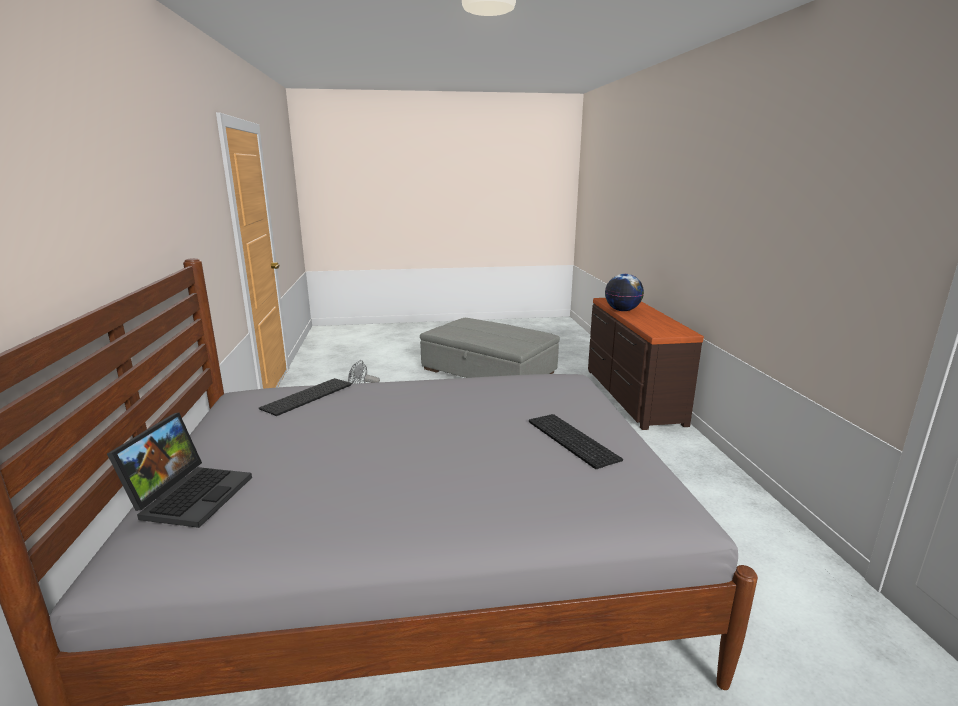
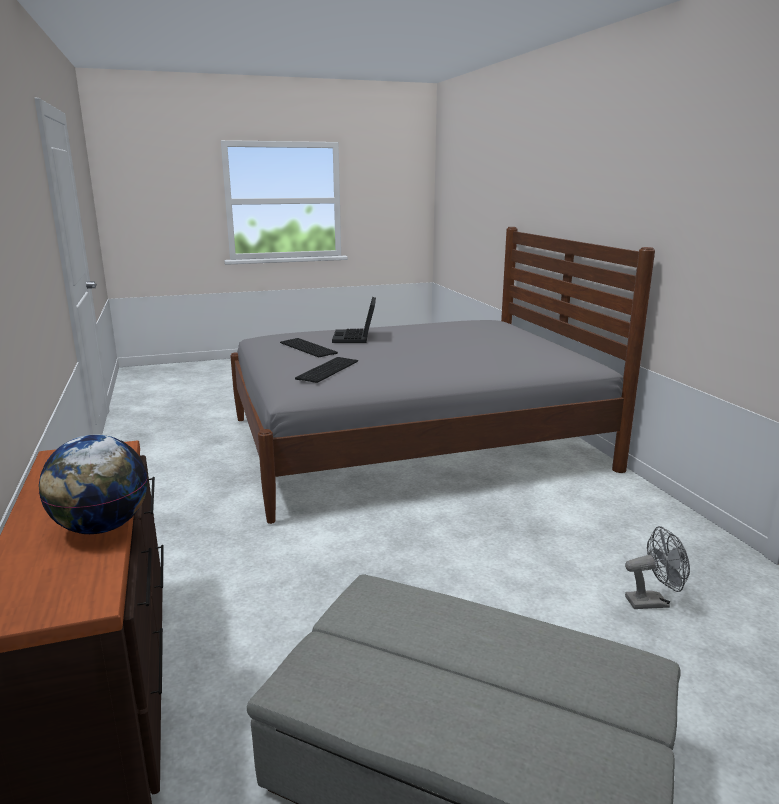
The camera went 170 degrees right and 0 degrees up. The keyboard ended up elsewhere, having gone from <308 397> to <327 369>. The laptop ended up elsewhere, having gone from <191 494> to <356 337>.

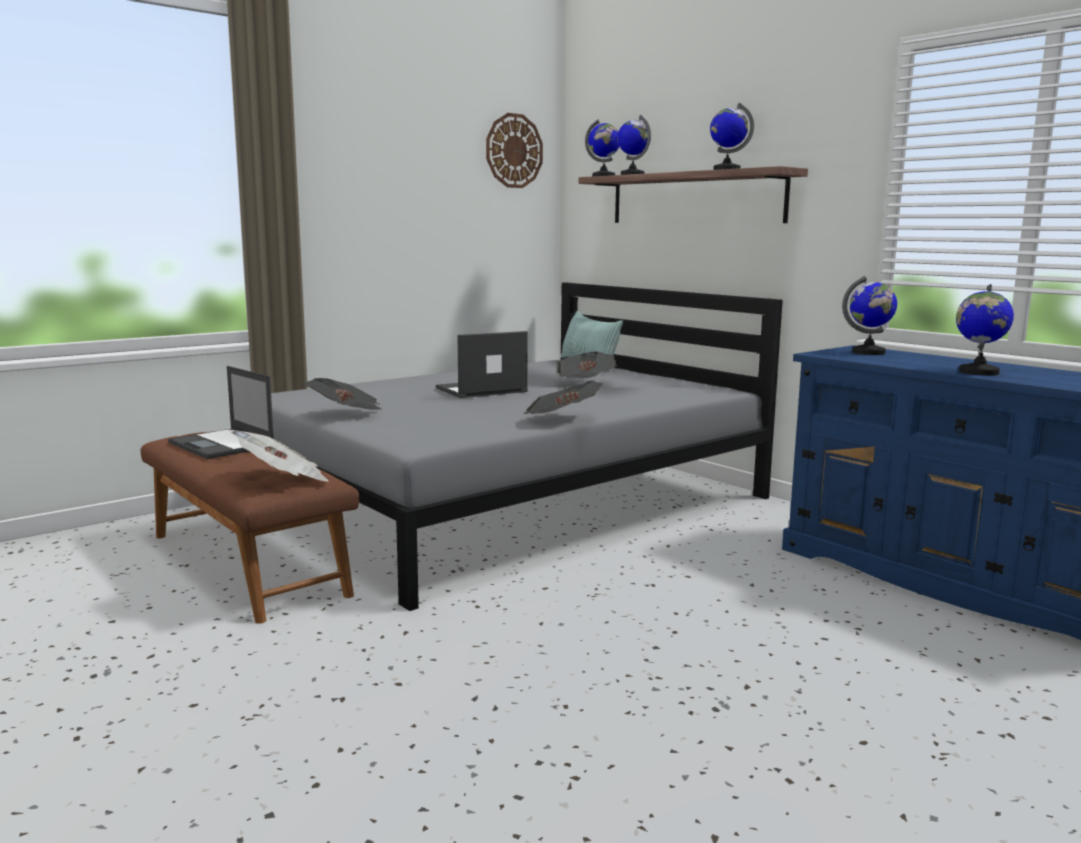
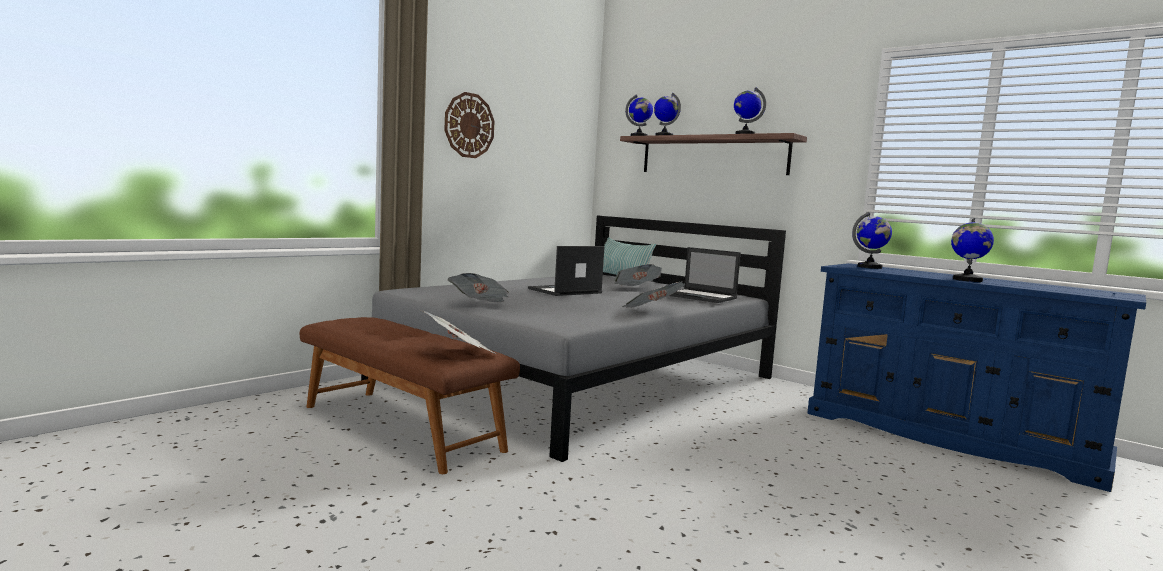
The camera went 10 degrees left and 5 degrees down. The wall clock ended up elsewhere, having gone from <514 151> to <469 125>. The laptop ended up elsewhere, having gone from <222 445> to <701 297>.

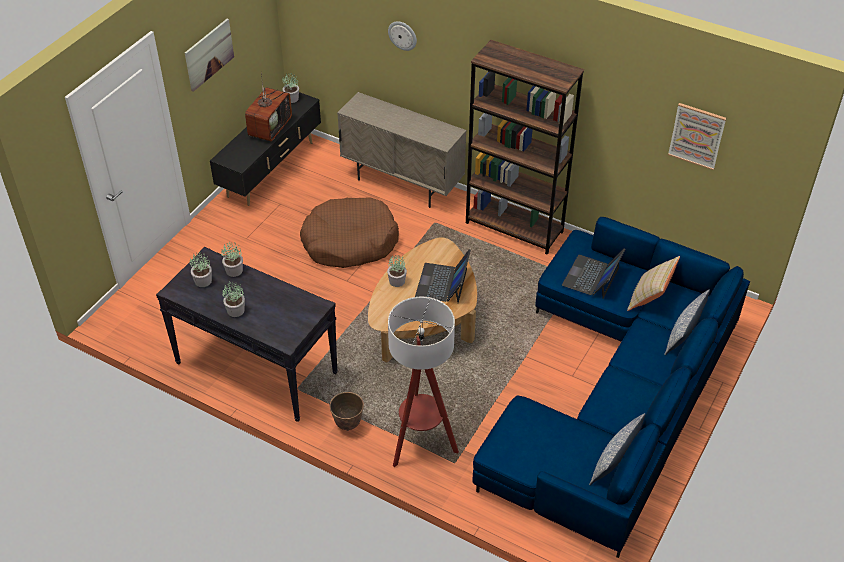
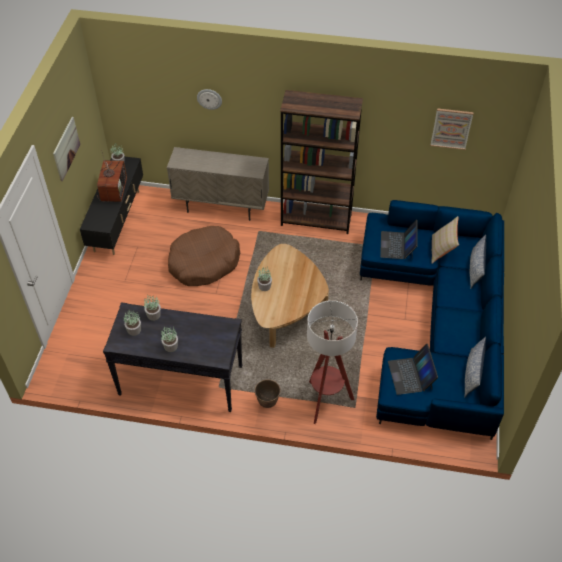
The camera went 20 degrees left and 5 degrees up. The laptop ended up elsewhere, having gone from <442 283> to <410 375>.

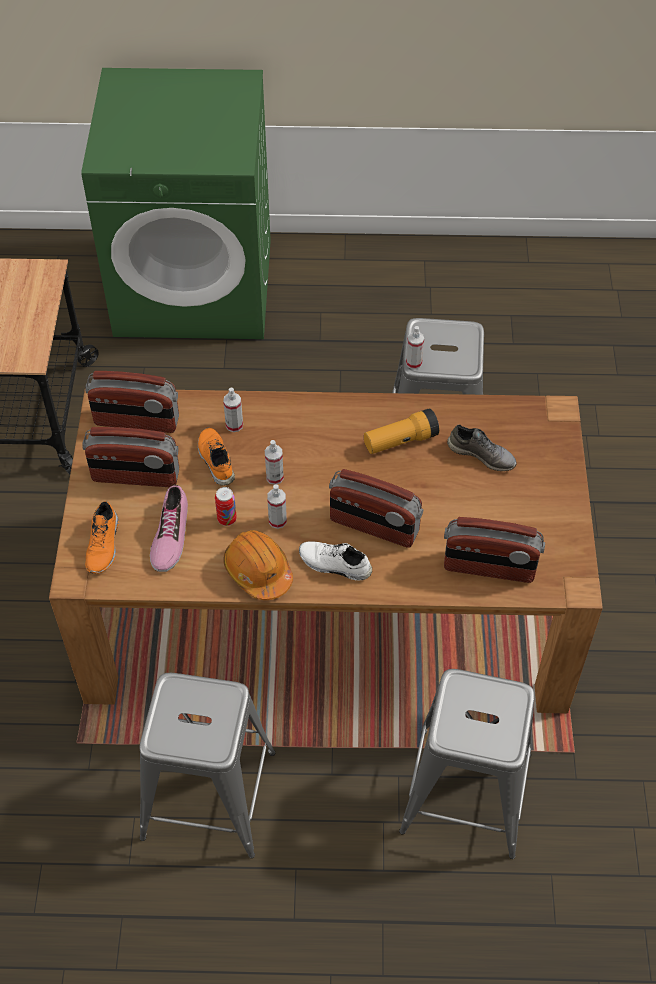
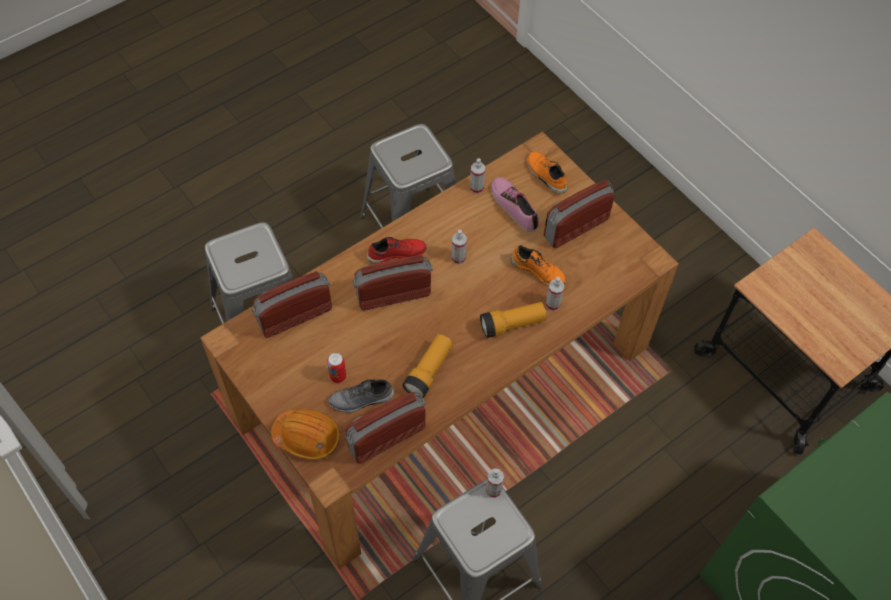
The camera went 140 degrees right and 5 degrees up. The orange hard hat ended up elsewhere, having gone from <258 571> to <307 437>. The can ended up elsewhere, having gone from <227 519> to <338 376>. The radio ended up elsewhere, having gone from <136 421> to <386 437>. What was the white shoe at <334 565> turned into the red shoe at <396 253>. The spray bottle ended up elsewhere, having gone from <274 477> to <476 188>. The second view gained the flashlight at <512 324>.

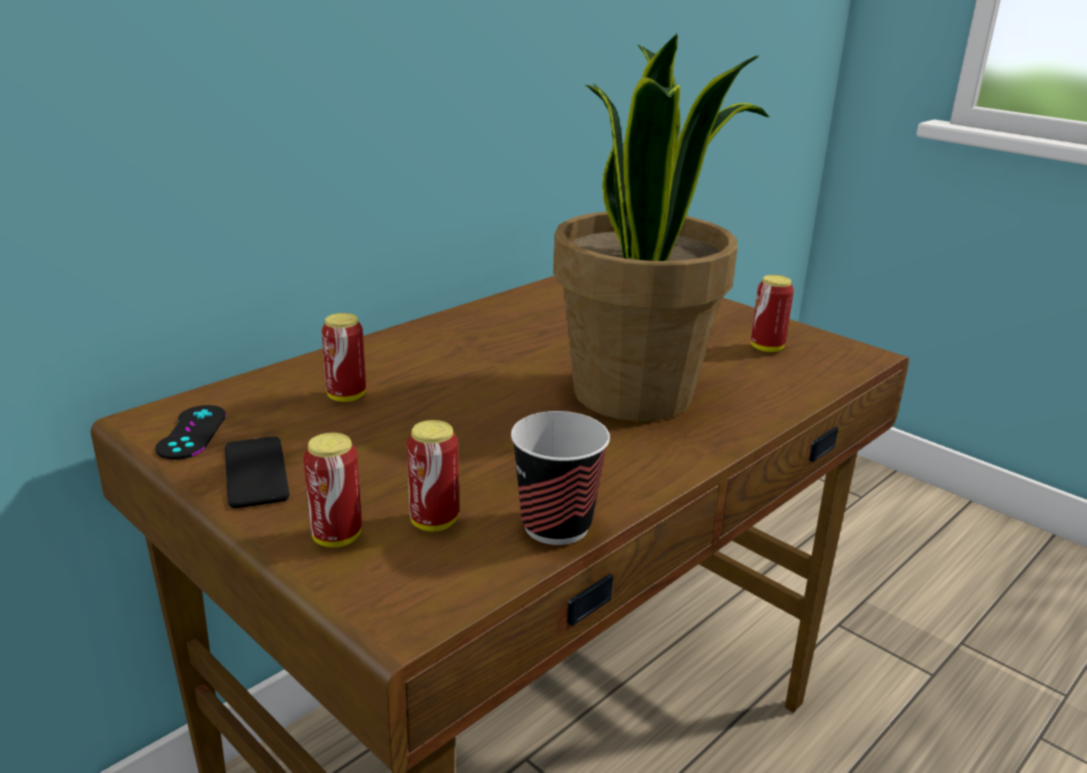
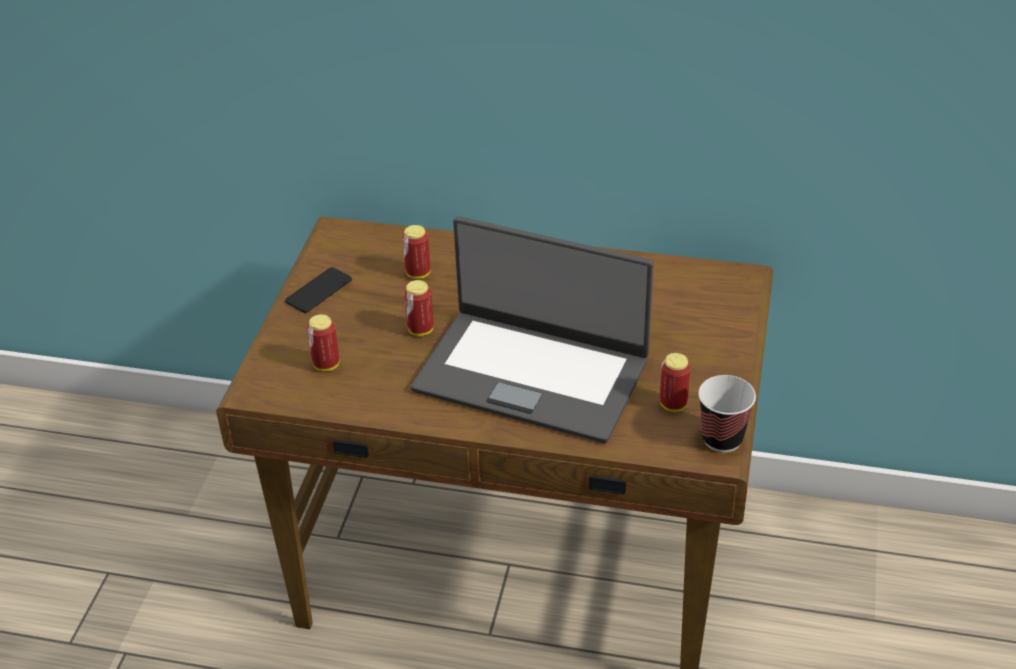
The camera went 60 degrees right and 15 degrees up. The can ended up elsewhere, having gone from <337 537> to <420 330>. Where the potted plant stood at <636 394>, the laptop came to stand at <532 374>. The cup ended up elsewhere, having gone from <556 526> to <722 439>. The second view lost the black game controller at <192 432>.

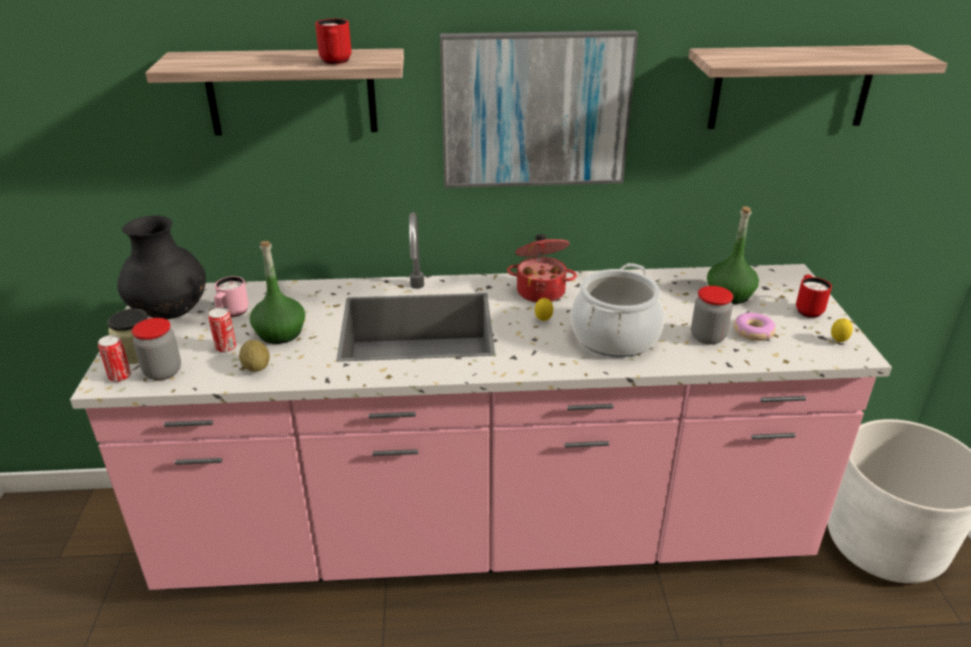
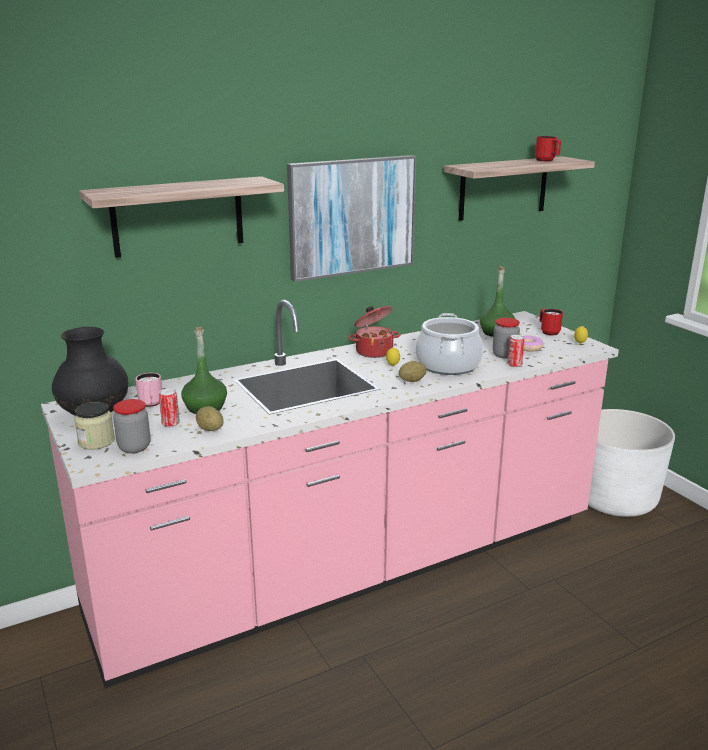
The camera went 25 degrees left and 10 degrees down. The second view gained the potato at <412 381>. The can ended up elsewhere, having gone from <120 377> to <514 365>. The red mug ended up elsewhere, having gone from <336 62> to <547 161>.

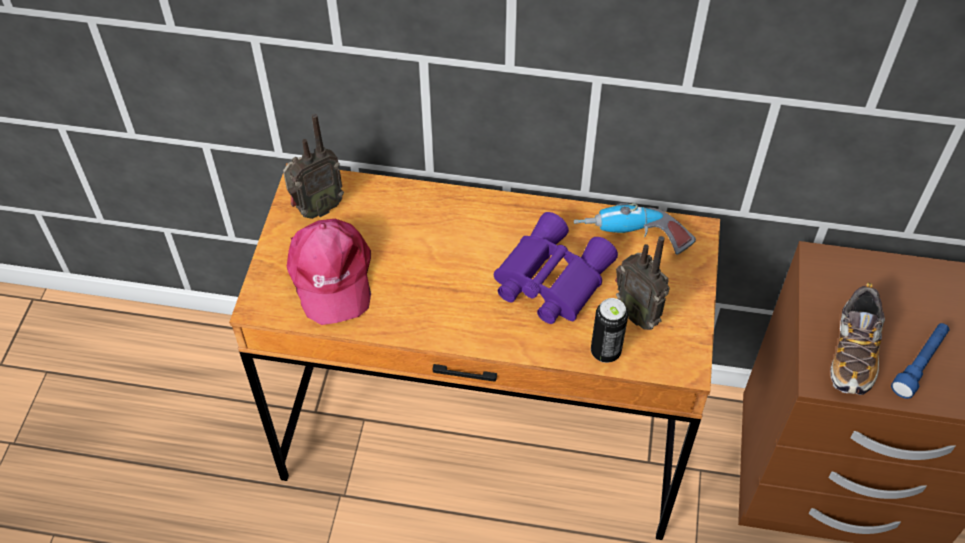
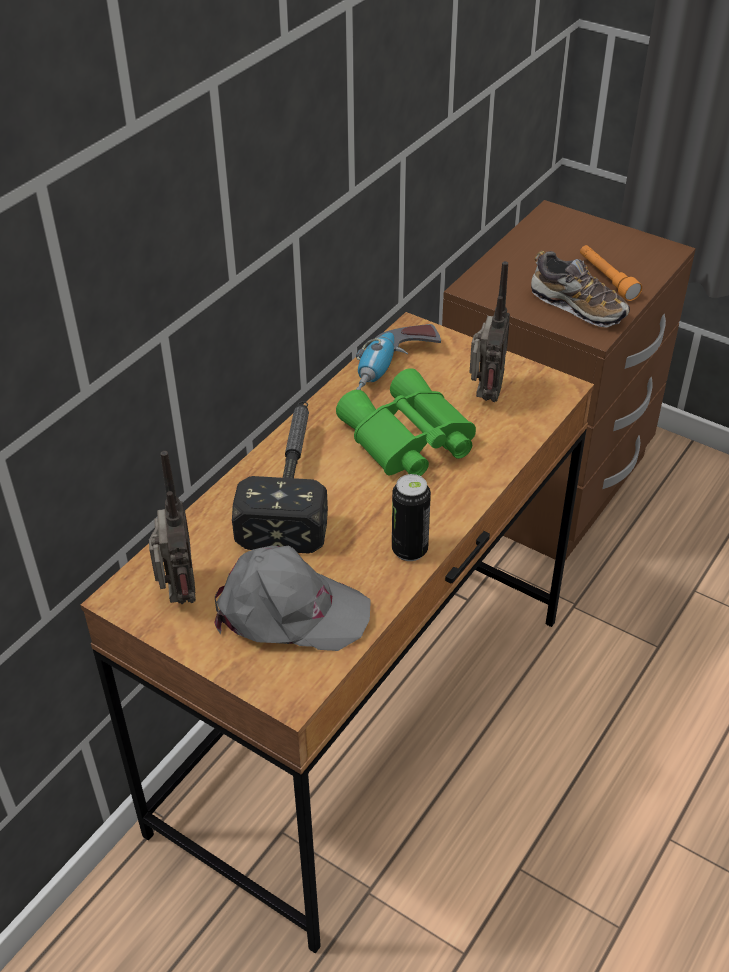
The camera went 65 degrees left and 10 degrees down. What was the pink cap at <330 275> turned into the grey cap at <289 611>. The second view gained the hammer at <292 483>. What was the purple binoculars at <549 279> turned into the green binoculars at <406 440>. The can ended up elsewhere, having gone from <605 352> to <409 550>. The radio at <638 313> ended up facing another way, 60 degrees counterclockwise from before. What was the blue flashlight at <919 364> turned into the orange flashlight at <606 279>.

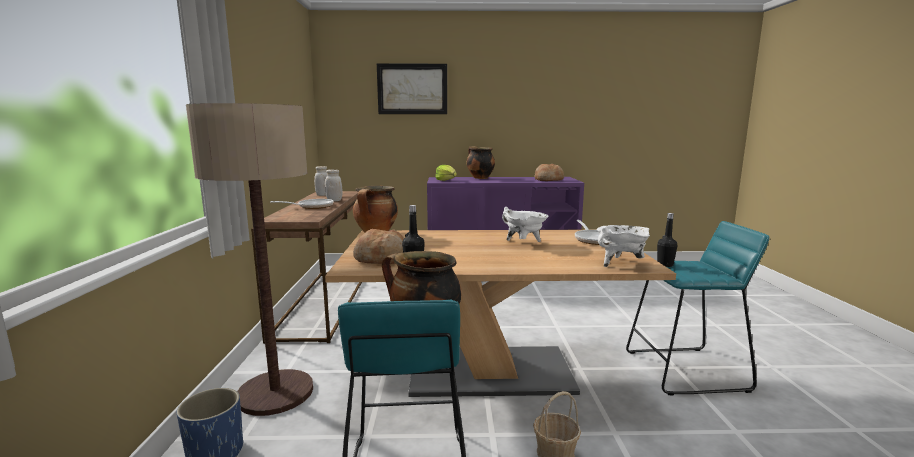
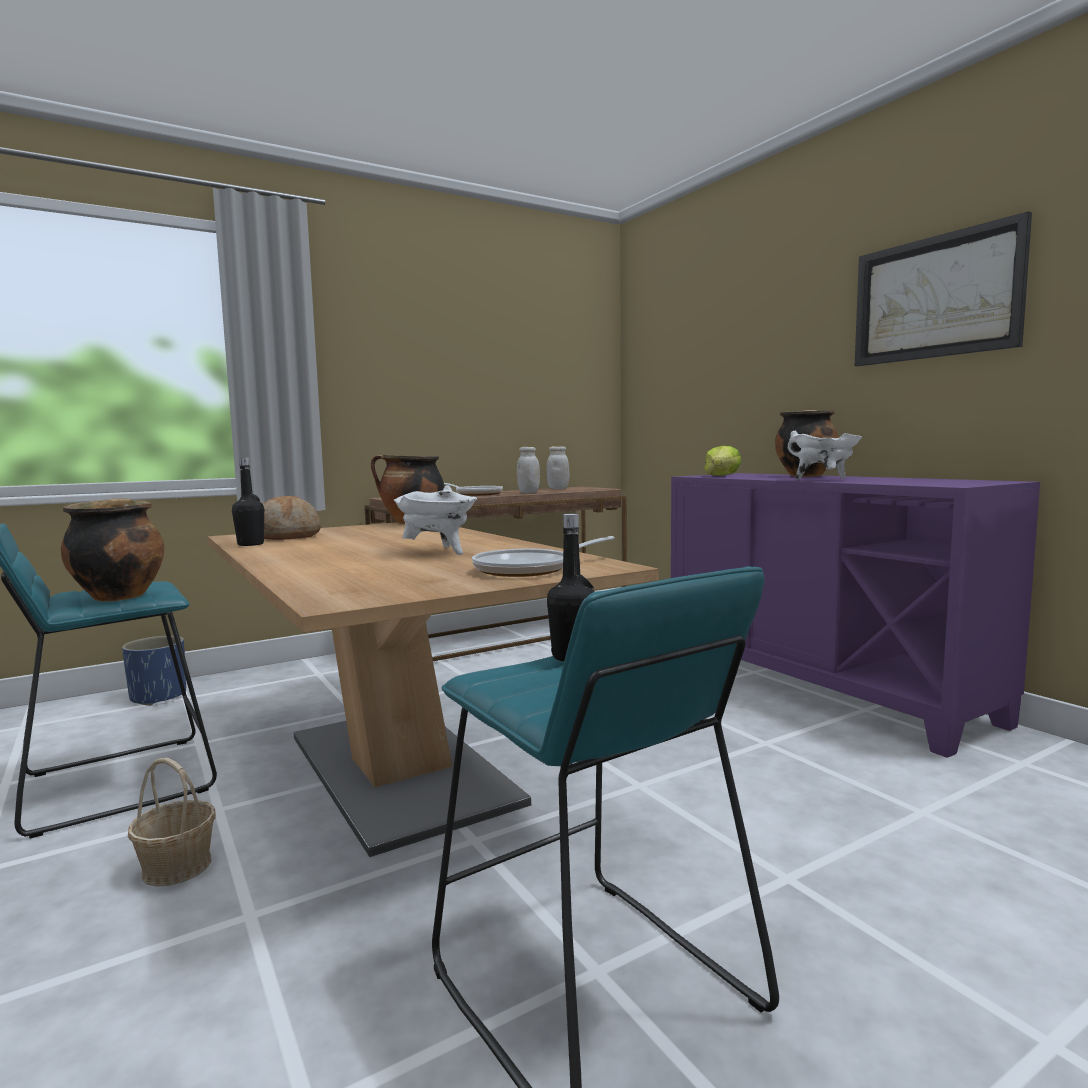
The camera went 60 degrees right and 5 degrees down. The white cooking pot ended up elsewhere, having gone from <620 263> to <824 479>. The picture ended up elsewhere, having gone from <412 89> to <935 298>. The second view lost the floor lamp at <275 393>. The second view lost the bread at <548 180>.

